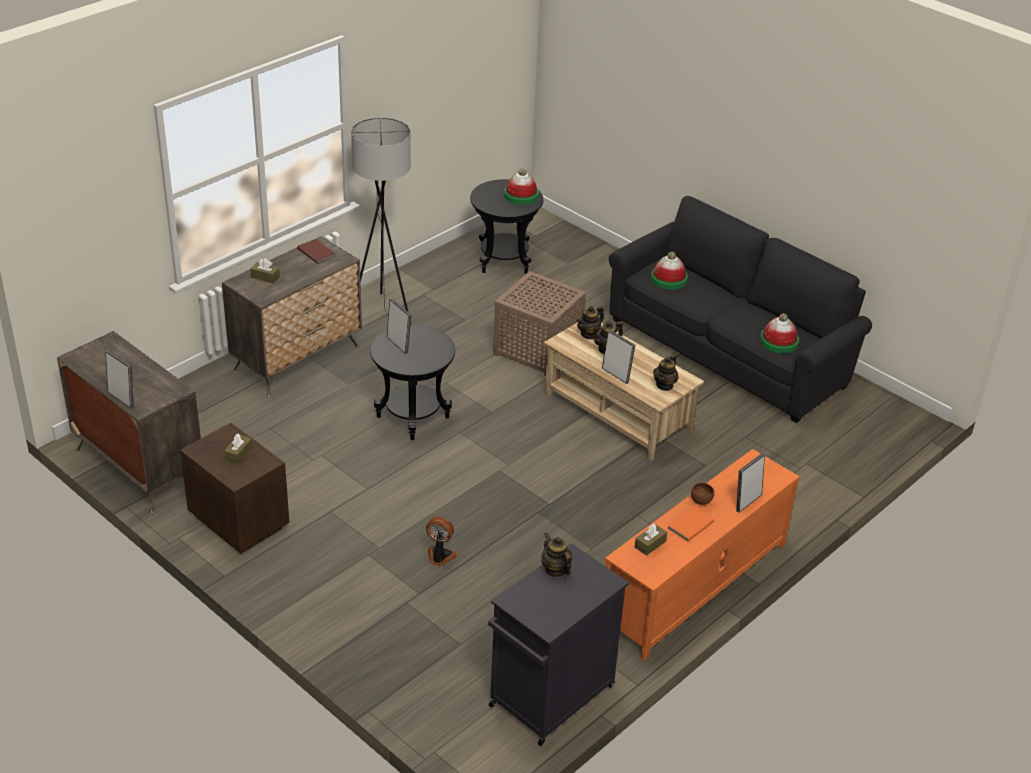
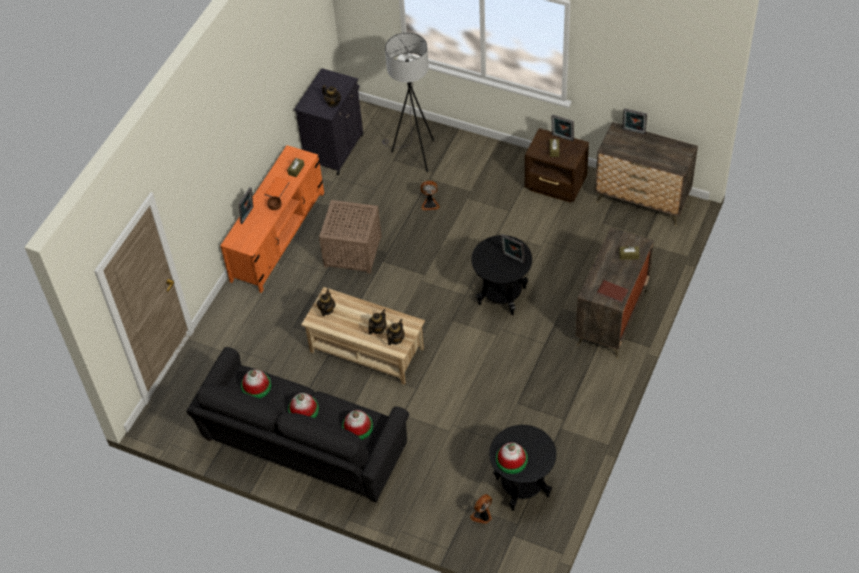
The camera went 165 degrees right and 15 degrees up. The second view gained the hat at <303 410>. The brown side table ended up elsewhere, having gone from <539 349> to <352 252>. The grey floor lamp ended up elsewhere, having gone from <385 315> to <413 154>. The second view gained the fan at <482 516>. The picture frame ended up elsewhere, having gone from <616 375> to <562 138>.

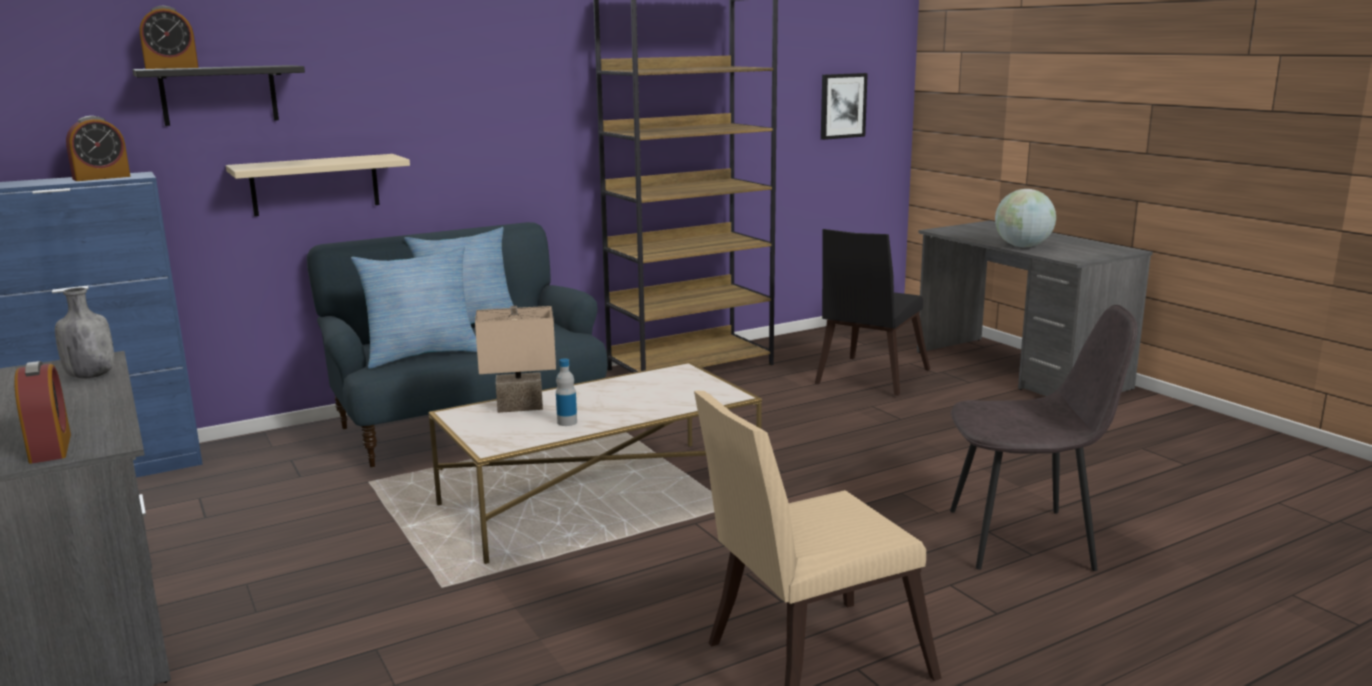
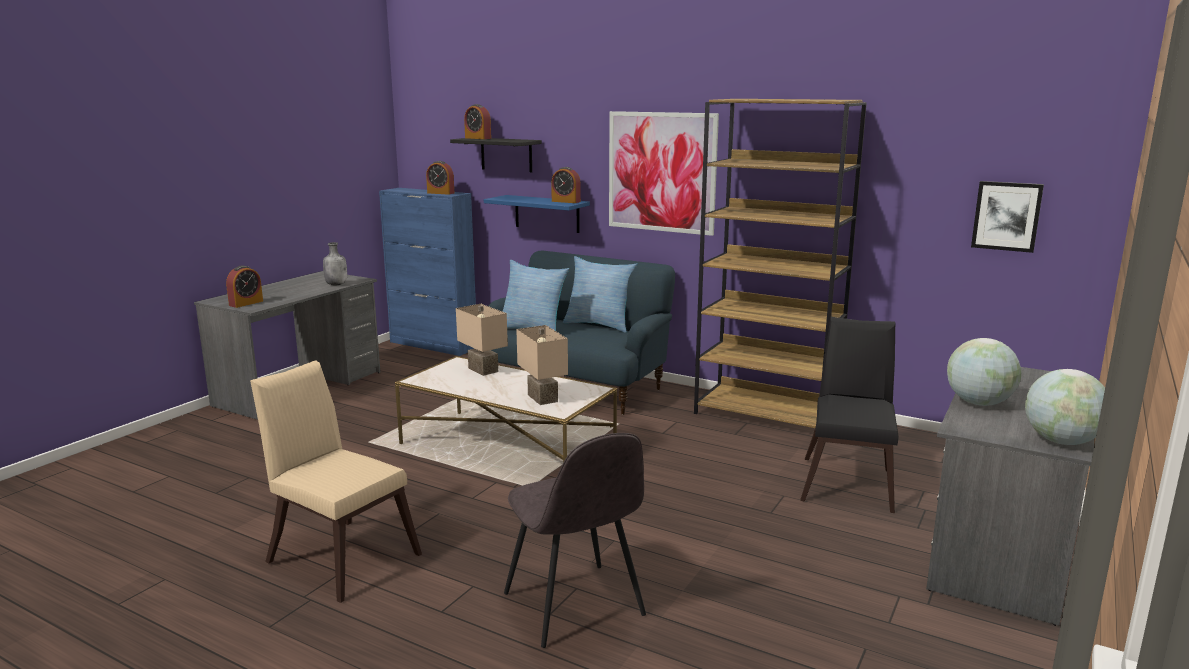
The camera went 60 degrees right and 0 degrees up. What was the beige shelf at <315 184> turned into the blue shelf at <547 213>. The second view gained the beige table lamp at <541 398>. The second view gained the alarm clock at <566 201>. The second view gained the picture at <661 172>. The black chair at <868 378> ended up facing another way, 105 degrees clockwise from before. The second view gained the globe at <1061 441>. The second view lost the bottle at <567 422>.

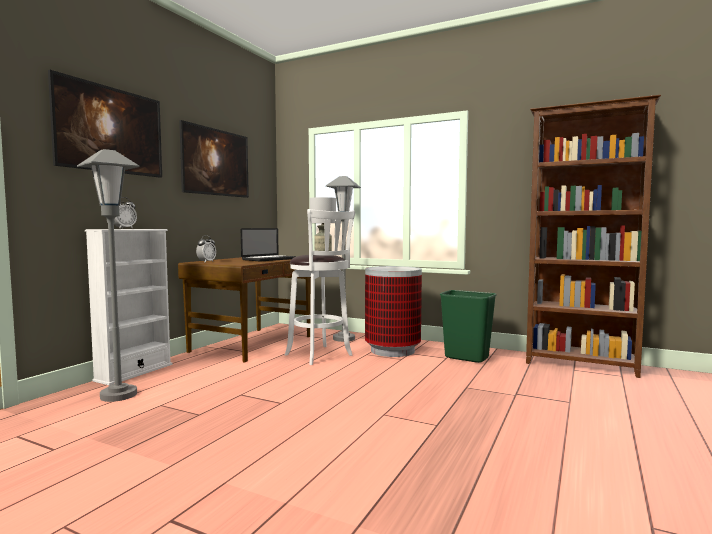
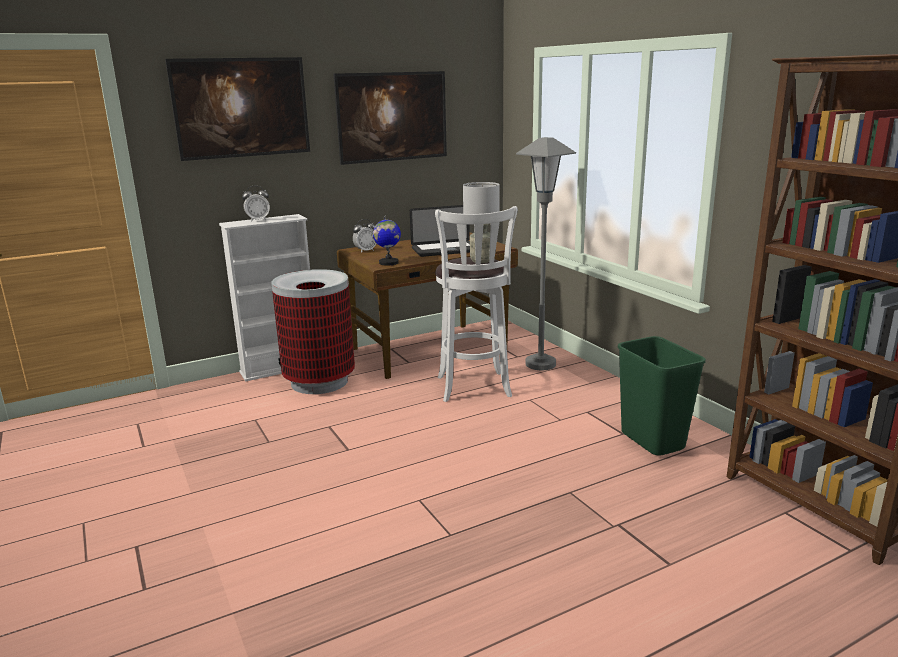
The camera went 35 degrees right and 15 degrees up. The trash can ended up elsewhere, having gone from <393 350> to <320 382>. The second view gained the globe at <388 263>. The second view lost the grey floor lamp at <118 395>.

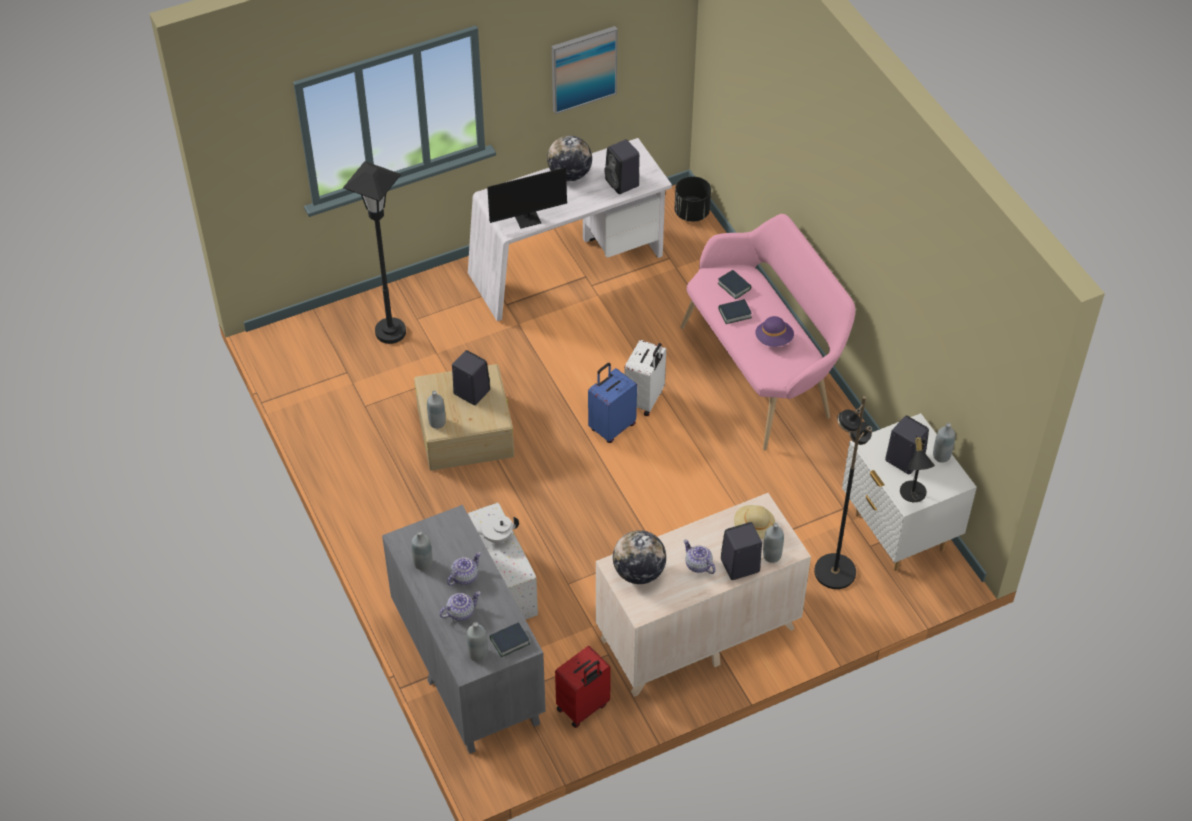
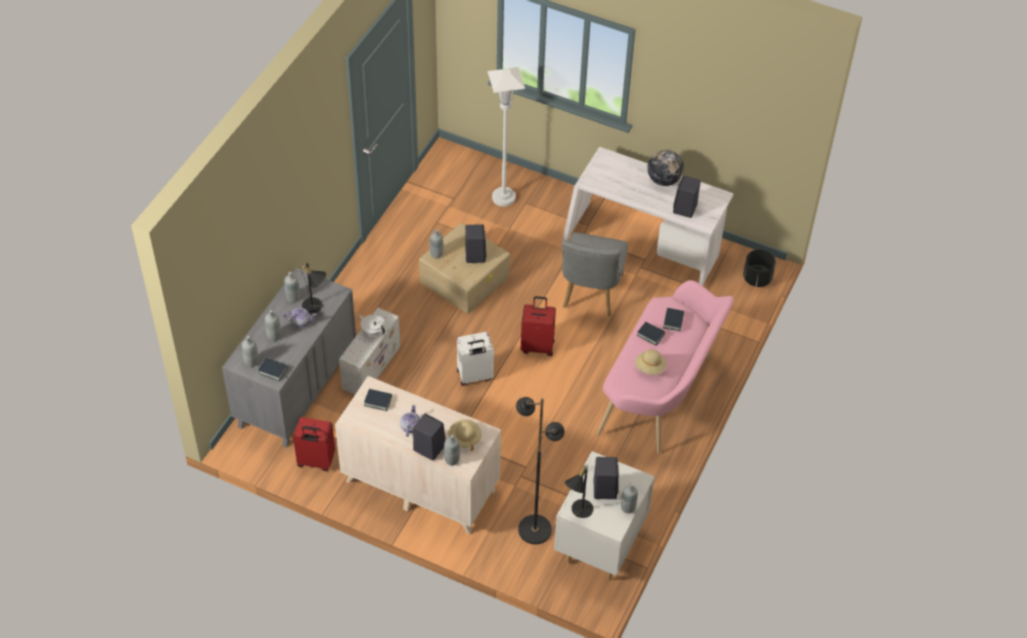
The camera went 50 degrees right and 0 degrees up. Where the teapot stood at <460 612>, the grey bottle came to stand at <274 336>. The second view gained the black table lamp at <315 307>. Where the globe stood at <639 572>, the book came to stand at <378 401>. The white suitcase ended up elsewhere, having gone from <645 400> to <474 376>. What was the black floor lamp at <390 332> turned into the white floor lamp at <503 198>. What was the blue suitcase at <611 427> turned into the red suitcase at <537 346>. The second view gained the grey chair at <590 295>. What was the purple hat at <774 339> turned into the beige hat at <650 368>. The second view lost the monitor at <531 218>. The second view lost the picture at <583 68>.

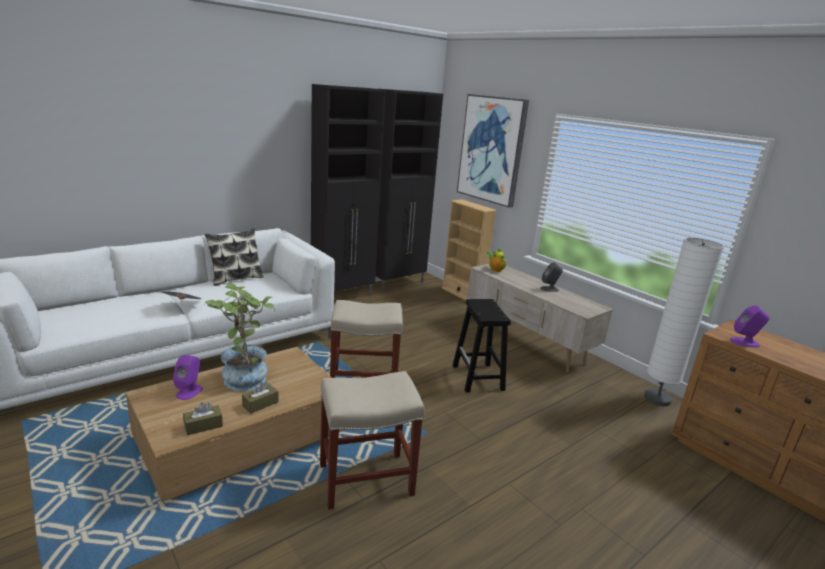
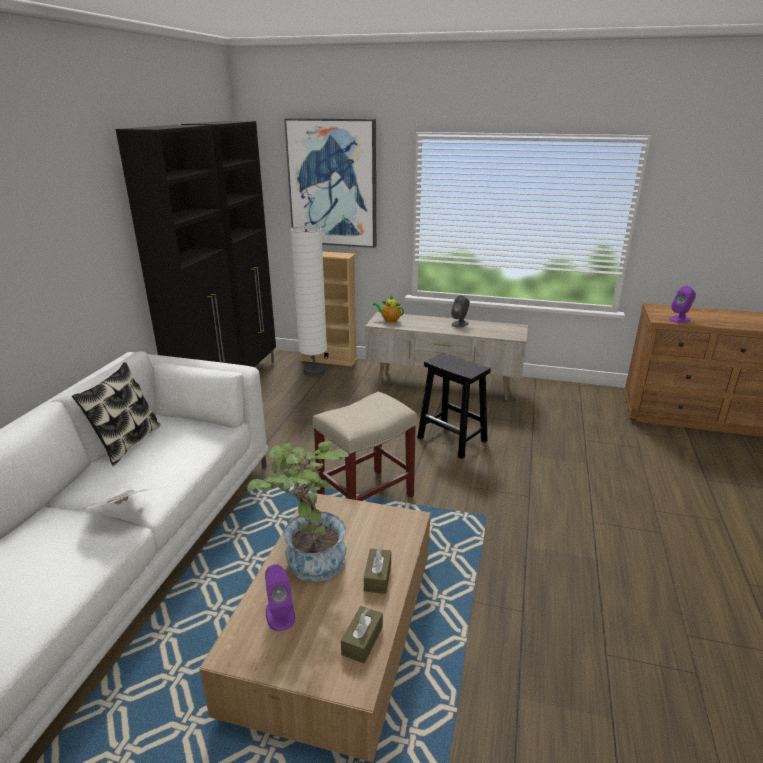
The camera went 35 degrees left and 5 degrees up. The white floor lamp ended up elsewhere, having gone from <657 399> to <314 371>. The second view lost the beige stool at <367 479>.

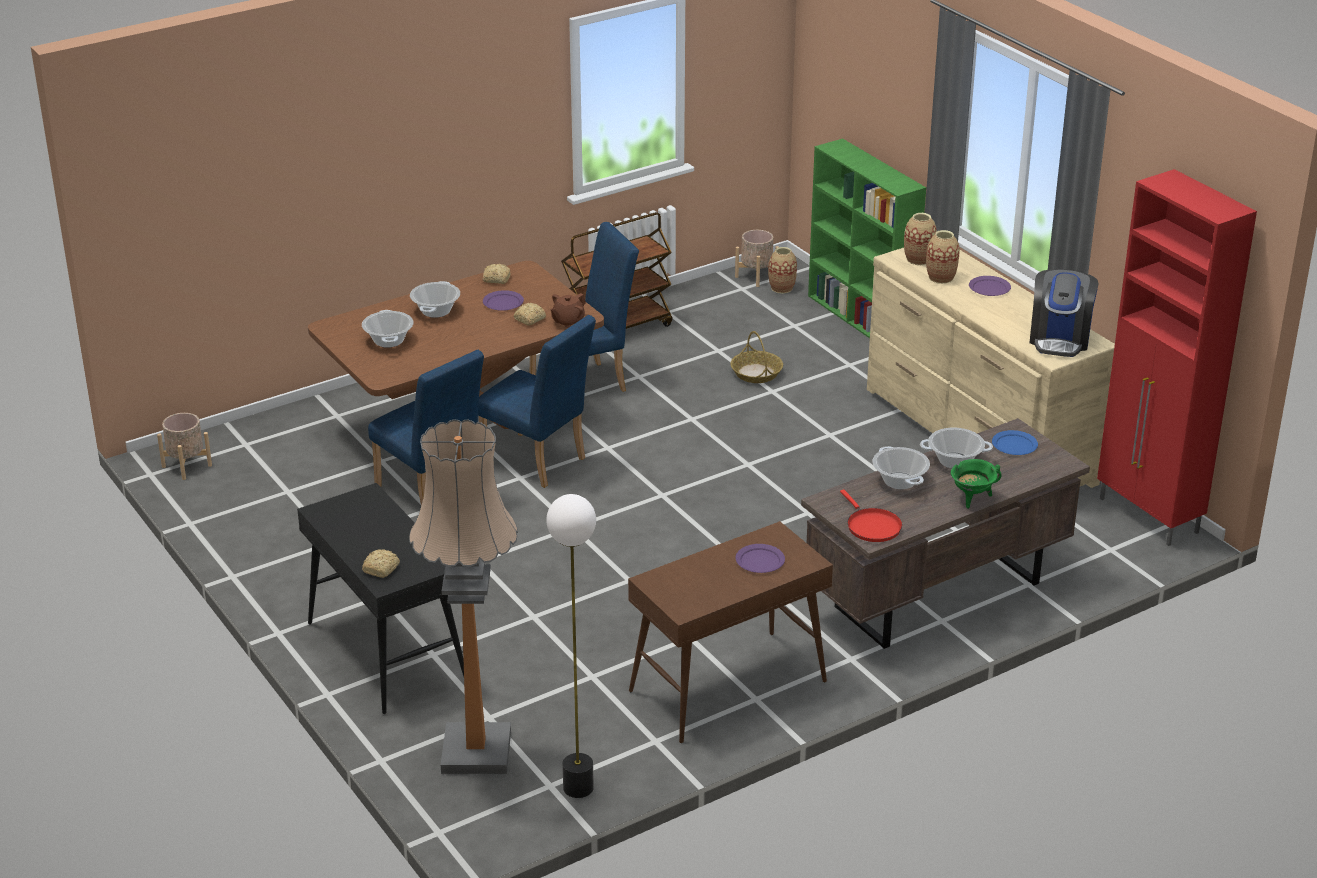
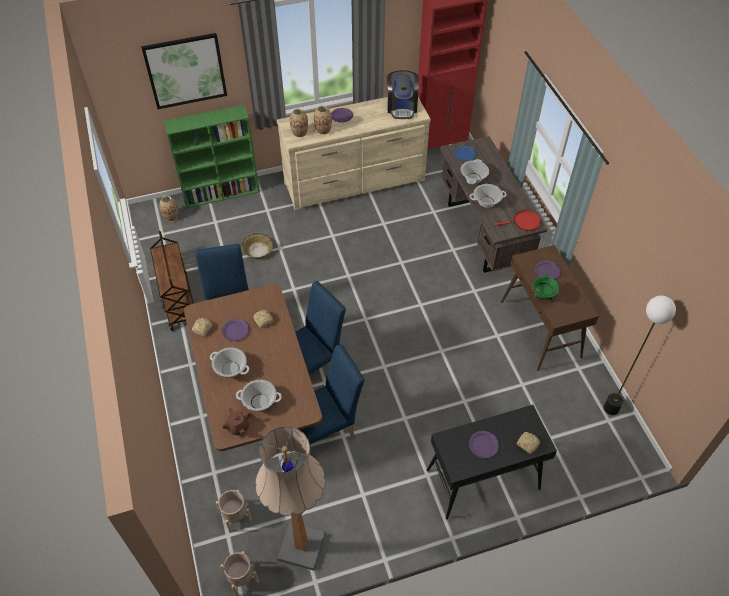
The camera went 75 degrees left and 20 degrees up. The second view gained the picture at <185 71>. The beige planter ended up elsewhere, having gone from <756 277> to <235 516>. The brown teapot ended up elsewhere, having gone from <568 321> to <238 427>. The floor lamp ended up elsewhere, having gone from <476 752> to <302 547>. The coffee machine at <1059 339> ended up facing another way, 60 degrees clockwise from before. The second view gained the purple plate at <483 445>. The green cooking pot ended up elsewhere, having gone from <972 498> to <542 297>.

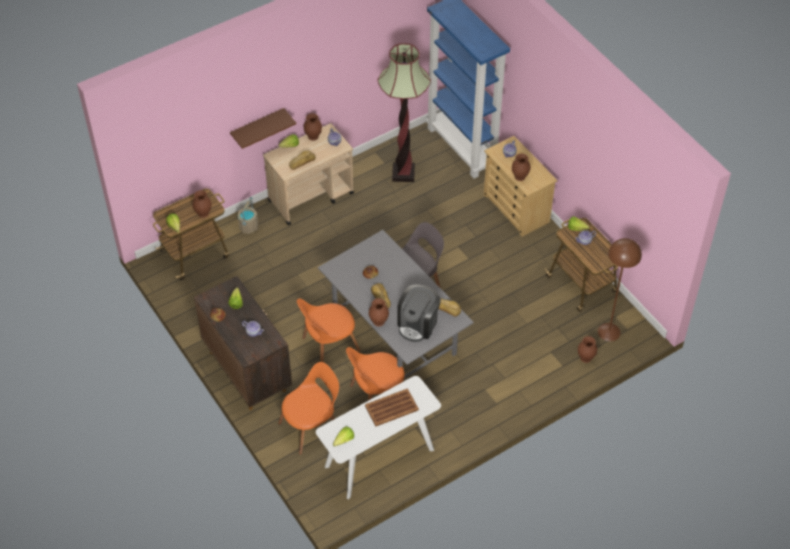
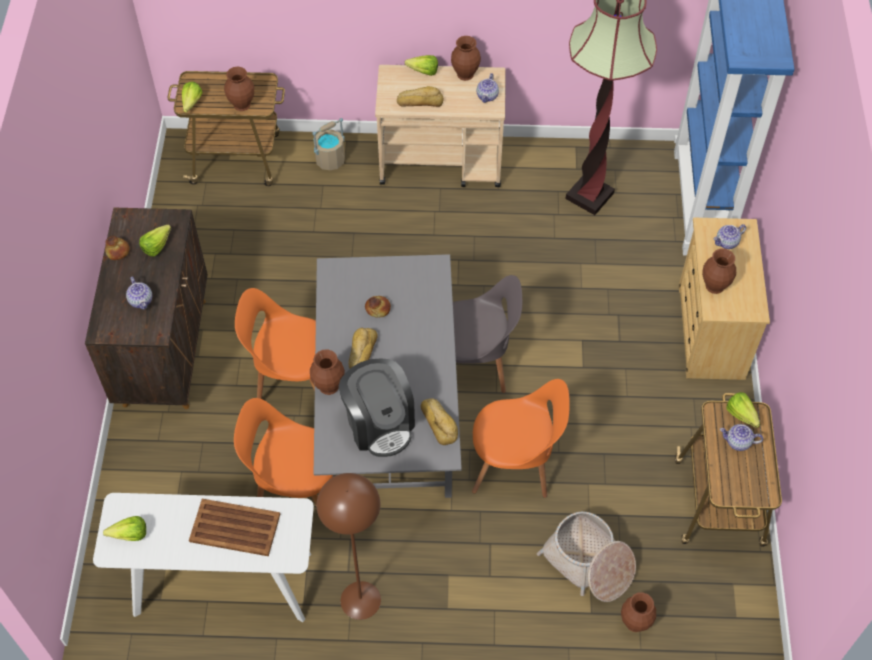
The camera went 35 degrees right and 5 degrees up. The brown floor lamp ended up elsewhere, having gone from <609 332> to <361 600>. The coffee machine at <418 324> ended up facing another way, 90 degrees counterclockwise from before. The orange chair ended up elsewhere, having gone from <312 427> to <515 464>. The second view gained the basket at <588 563>. The second view lost the brown shelf at <257 127>.

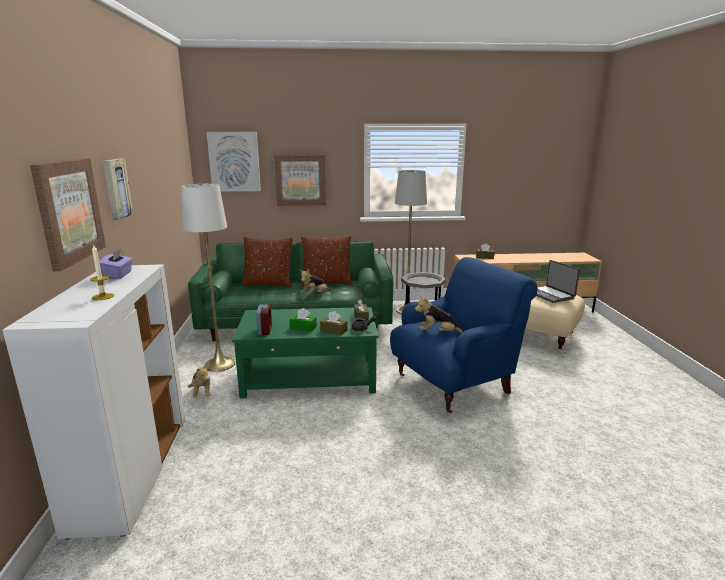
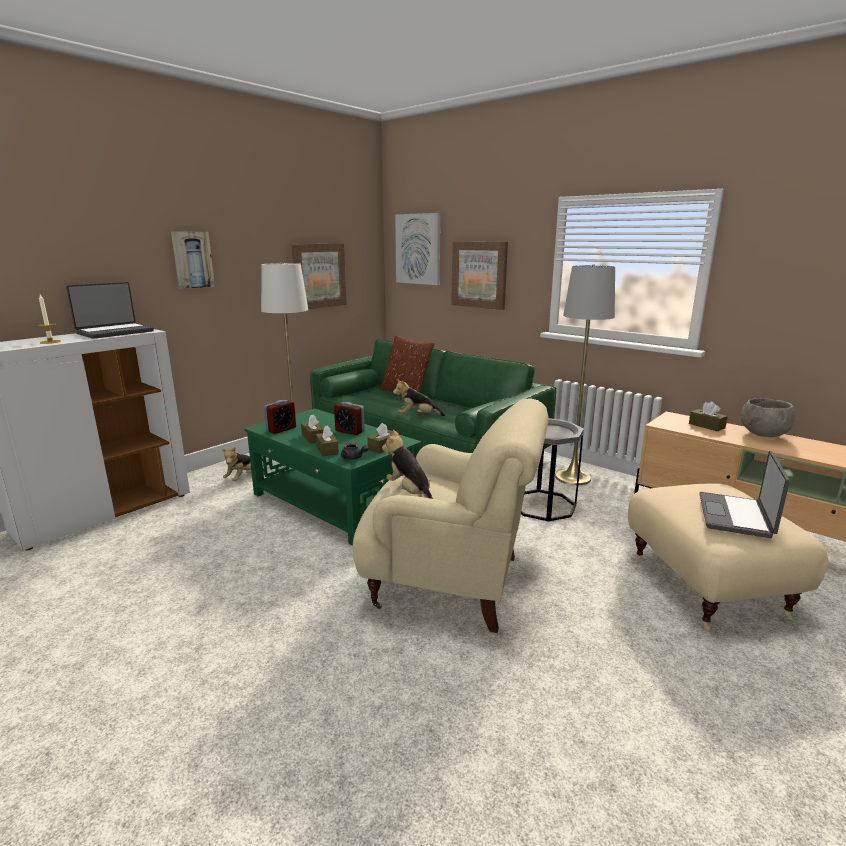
The camera went 45 degrees right and 0 degrees up. Where the purple tissue box stood at <118 275>, the laptop came to stand at <115 332>. The picture ended up elsewhere, having gone from <68 211> to <319 276>. What was the green tissue box at <303 327> turned into the brown tissue box at <313 438>. The second view gained the alarm clock at <350 431>. What was the blue armchair at <455 383> turned into the beige armchair at <452 582>. The second view gained the grey bowl at <764 434>. The second view lost the brown pillow at <327 283>.

